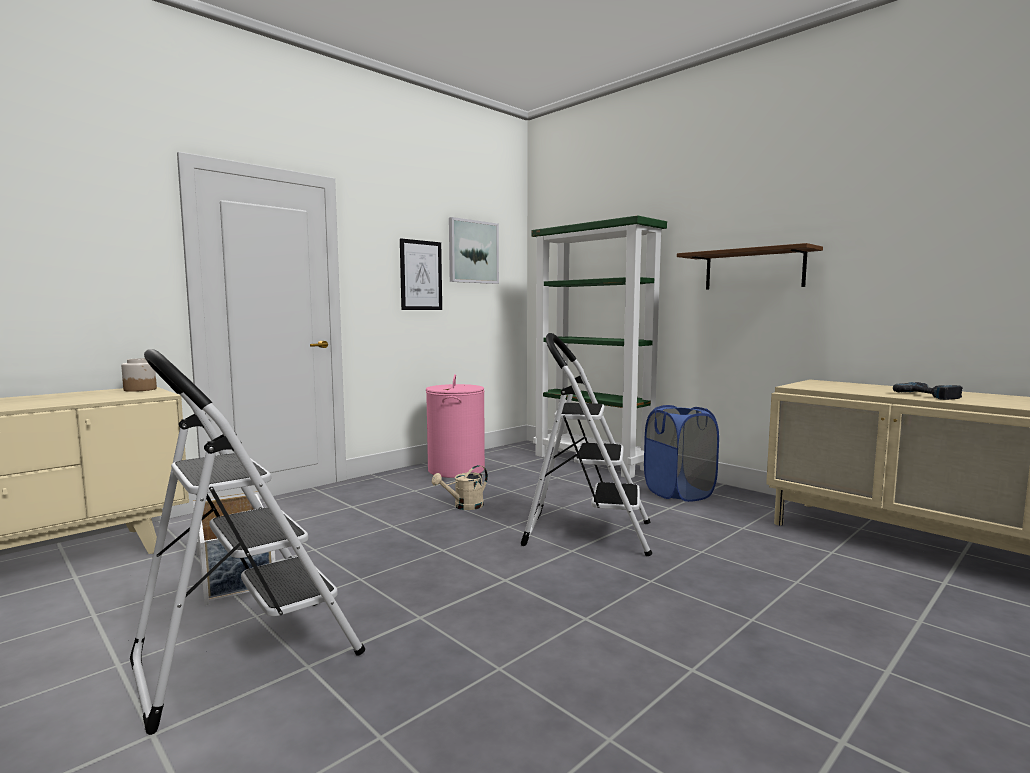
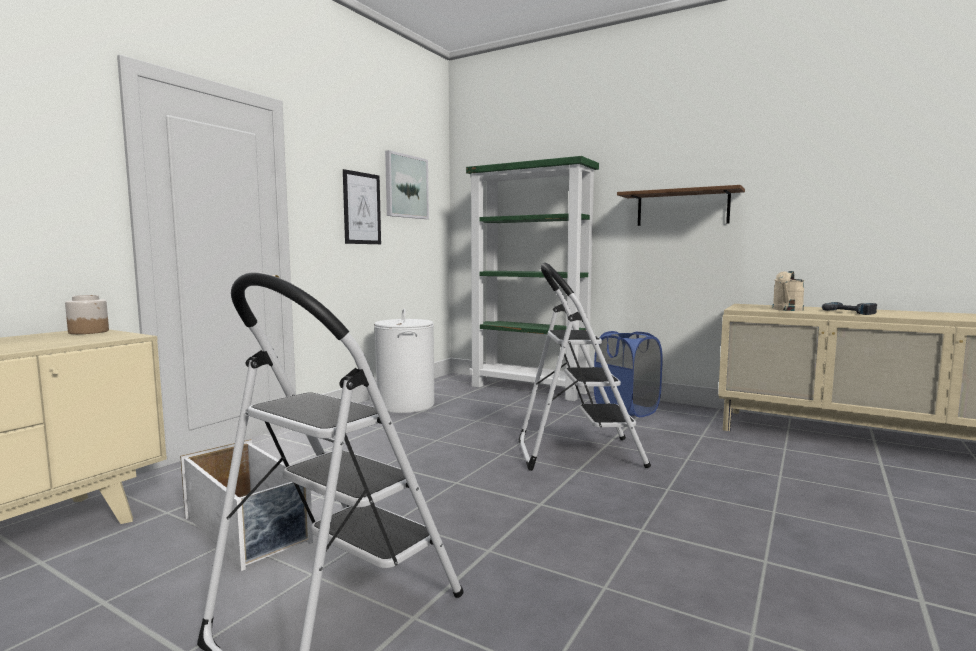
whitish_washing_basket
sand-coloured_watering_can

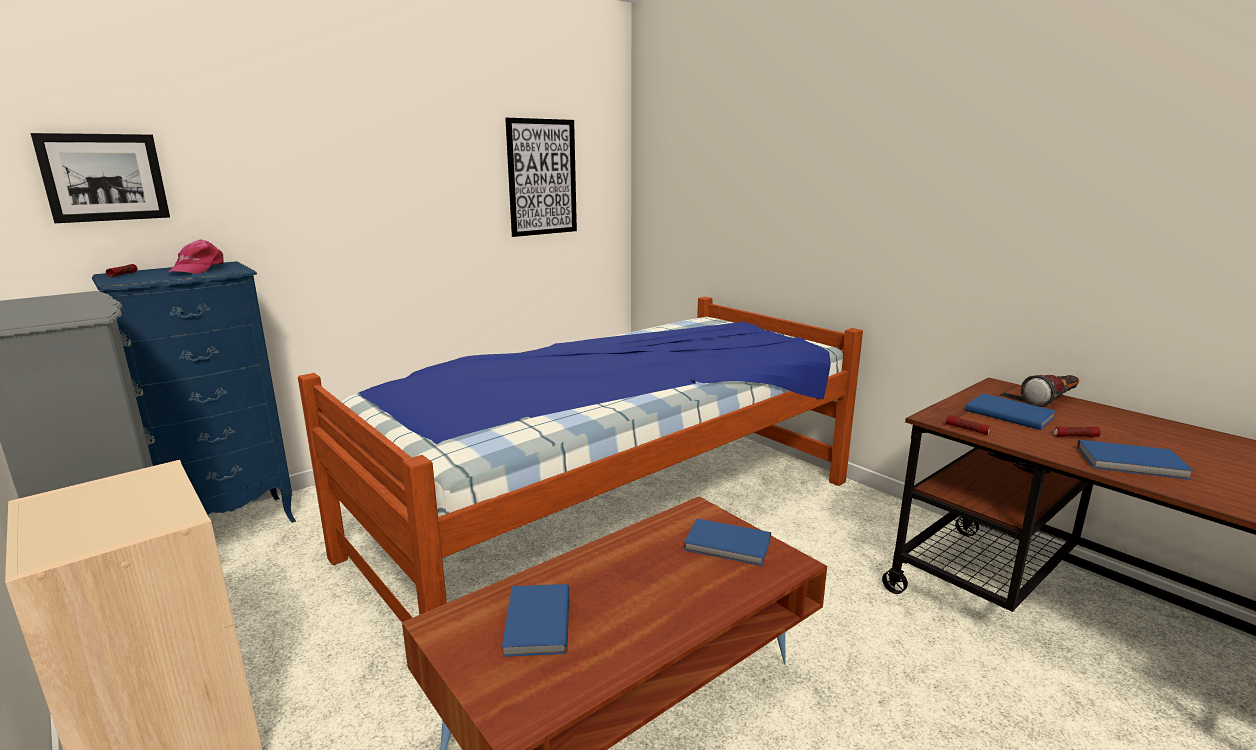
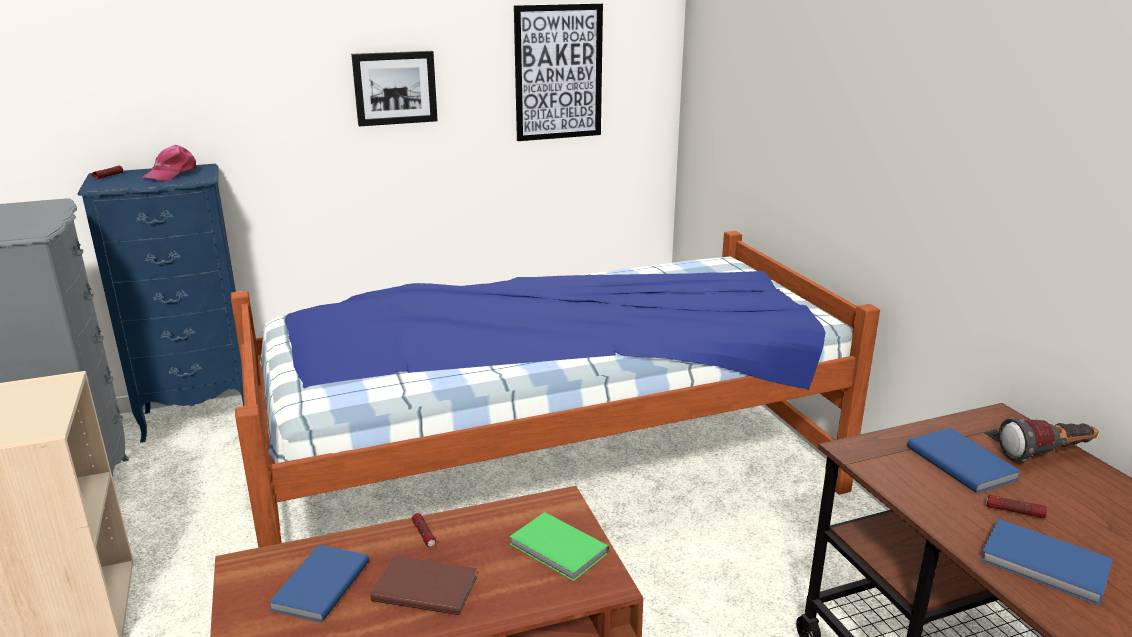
wall_art (no. 1 from left)
greenish_volume
torch (no. 2 from left)
brown-coloured_volume

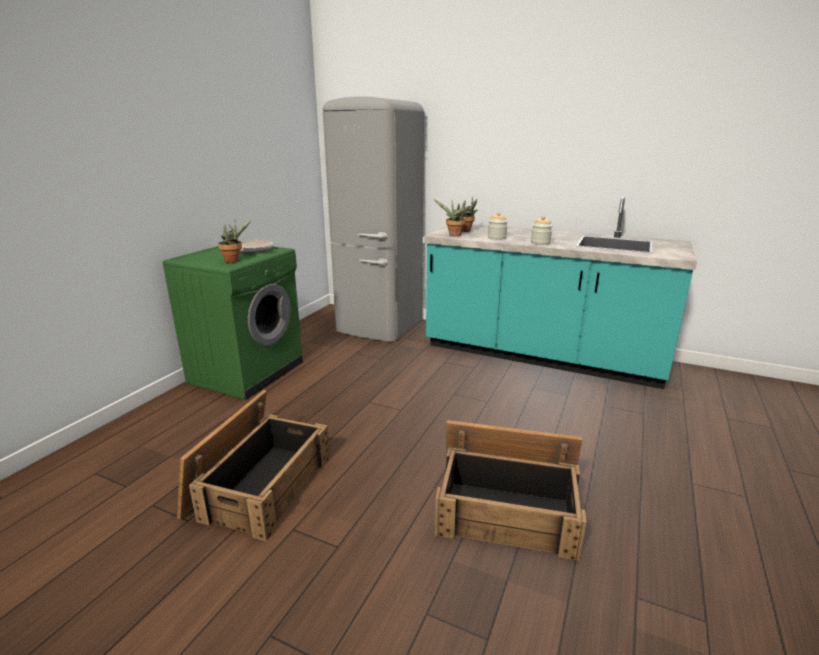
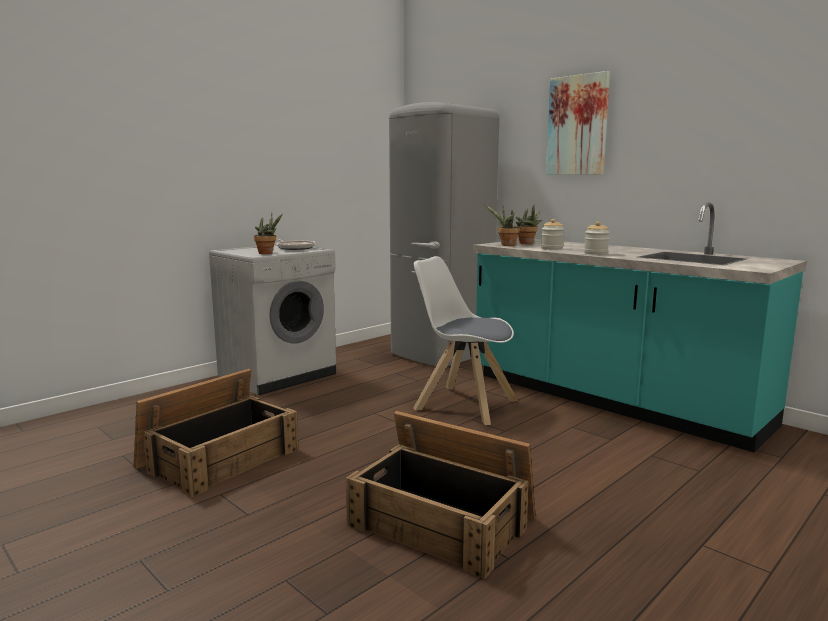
whitish_laundry_machine
chair
wall_art

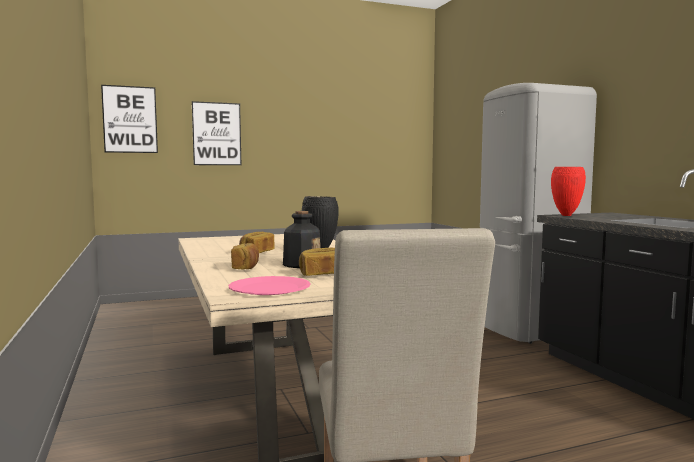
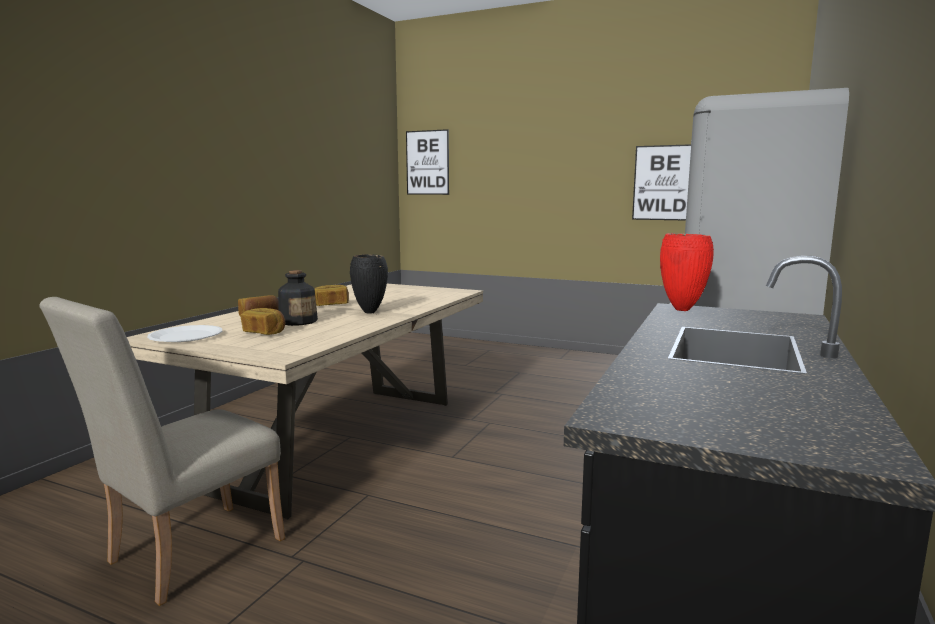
wall_art (no. 2 from left)
whitish_flat_dish

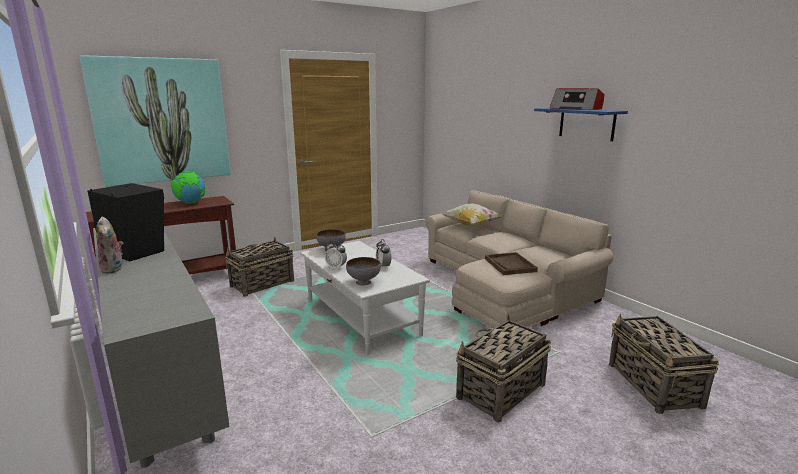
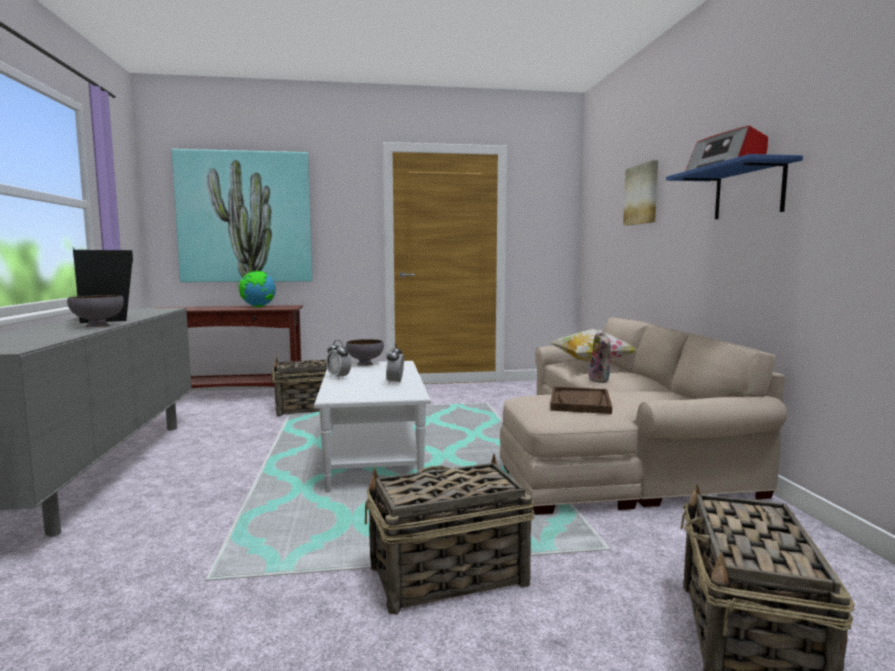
cuddly_toy
grey_serving_bowl (no. 1 from left)
wall_art (no. 2 from left)

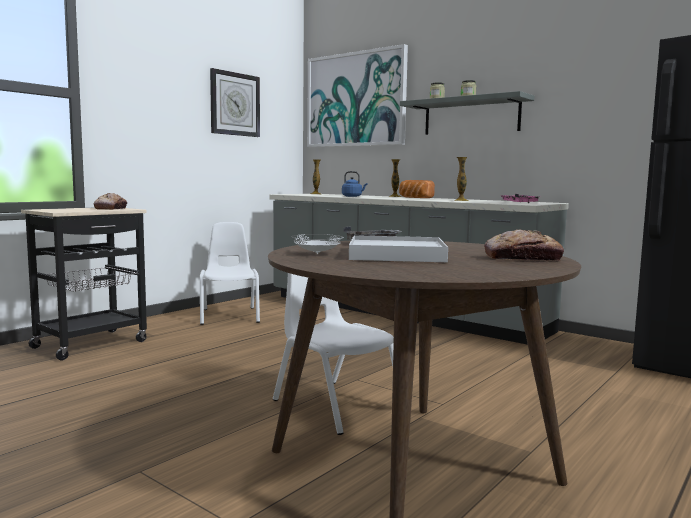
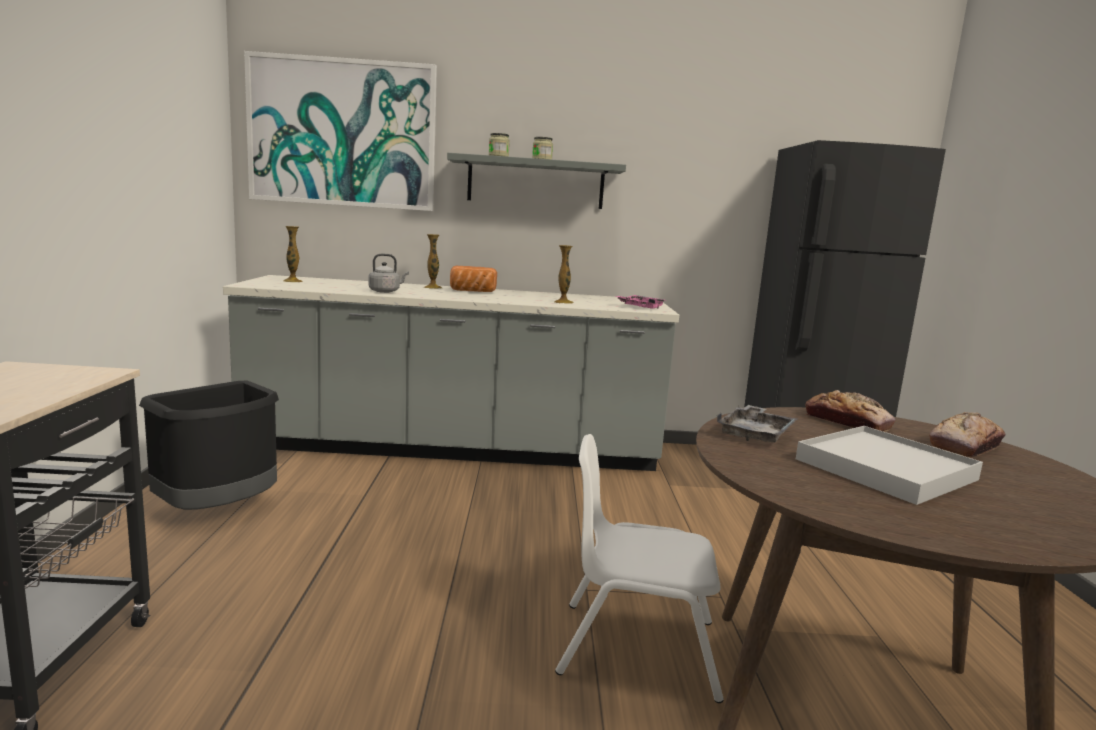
bakery_bread (no. 2 from left)
black_trash_can
hanging_clock
whitish_flat_dish
grey_kettle

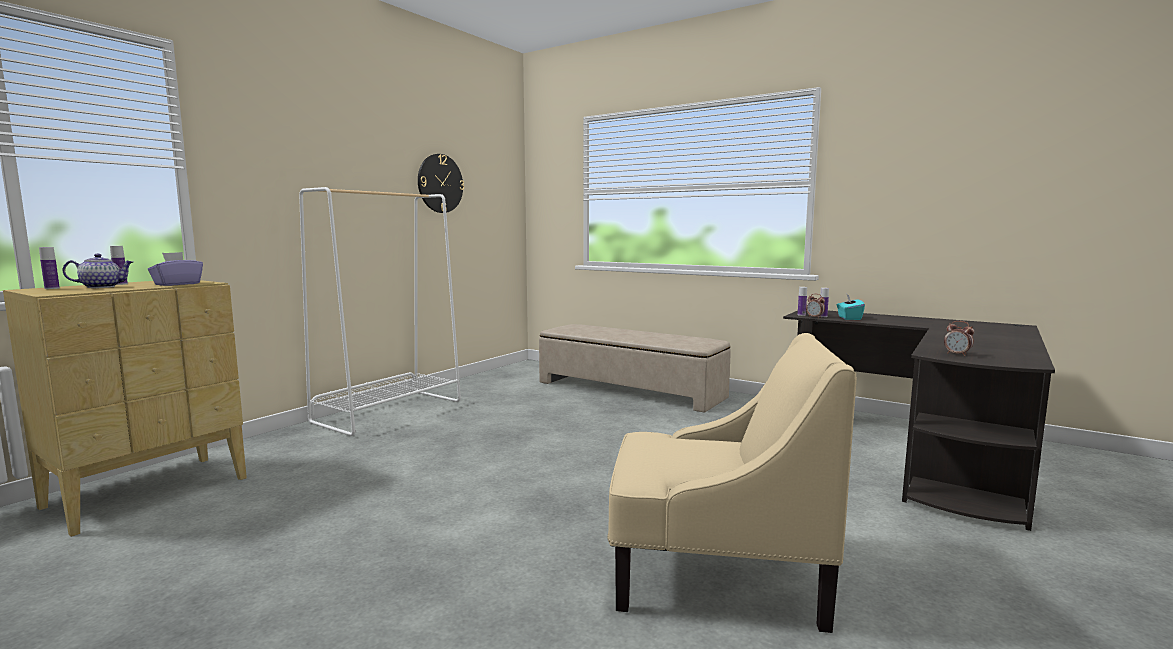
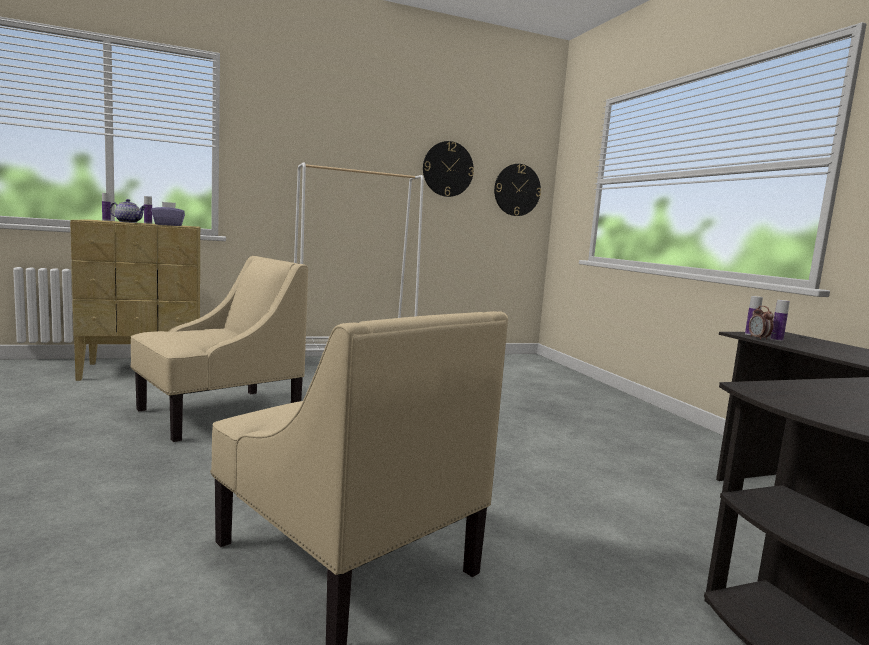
sand-coloured_bench
turquoise_box_of_tissues
alarm_clock (no. 2 from left in the first image)
sand-coloured_easy_chair (no. 1 from left)
hanging_clock (no. 2 from left)

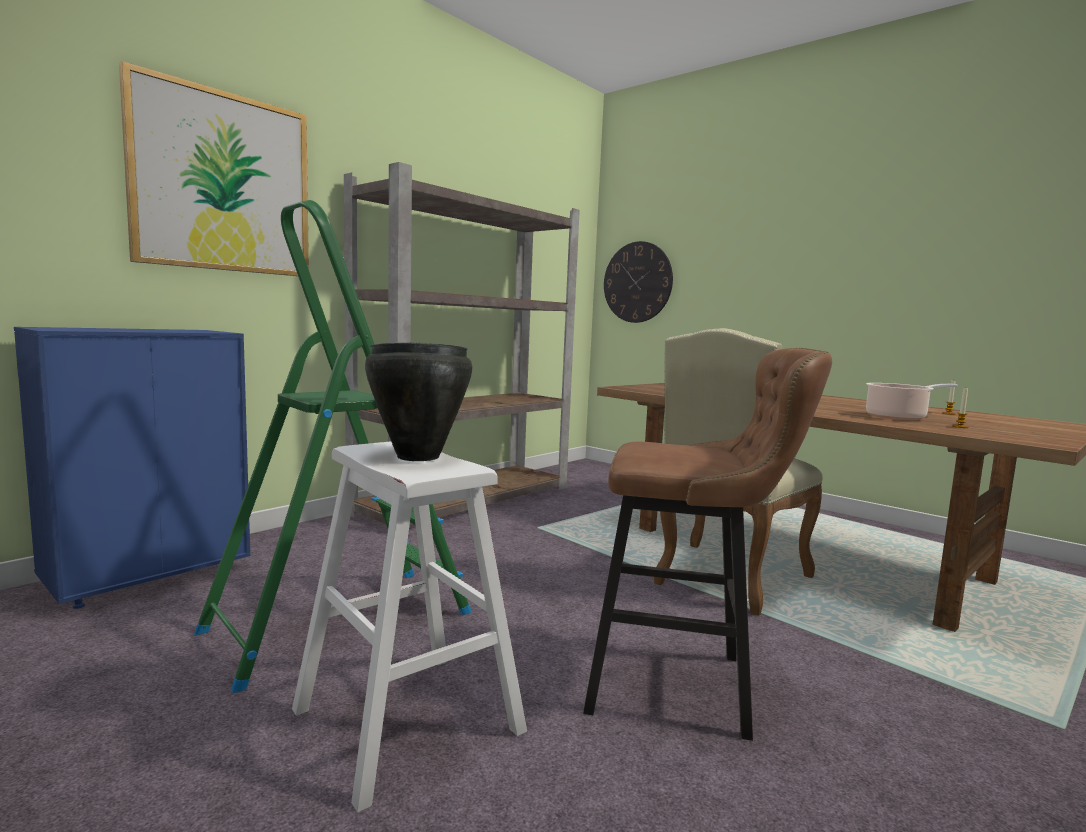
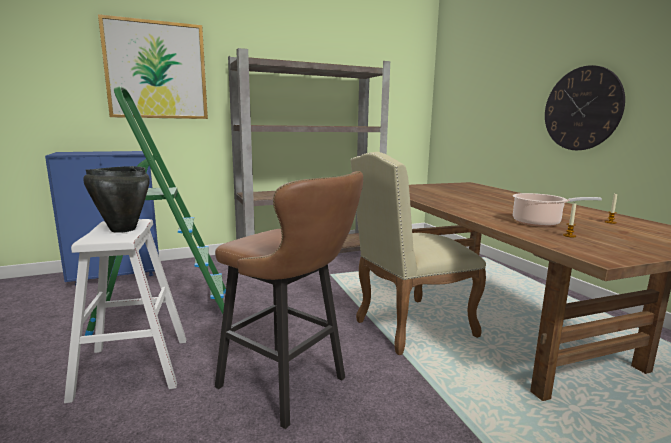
hanging_clock

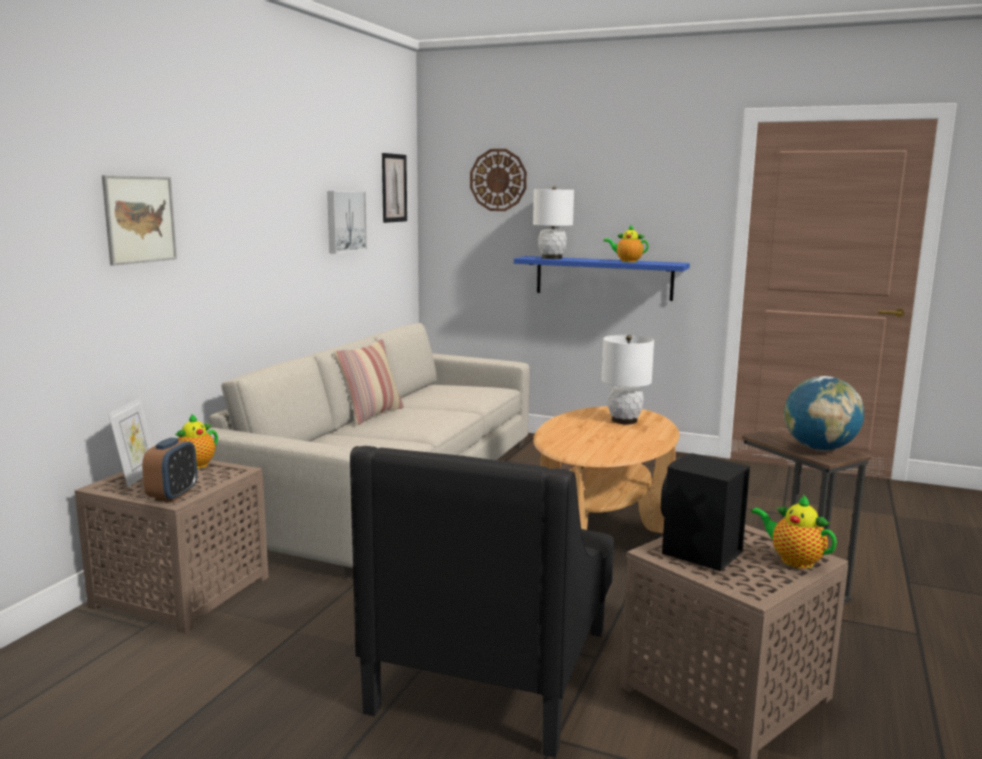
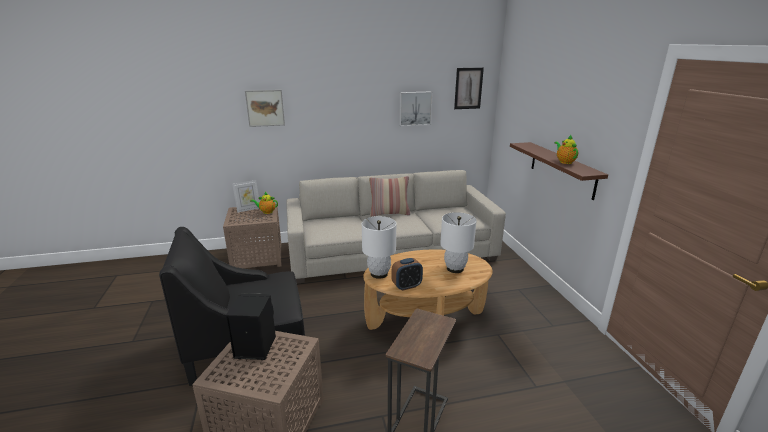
alarm_clock
hanging_clock
brown-coloured_wall_shelf
whitish_lamp_for_a_table (no. 1 from left)
teapot (no. 3 from left in the first image)
globe

